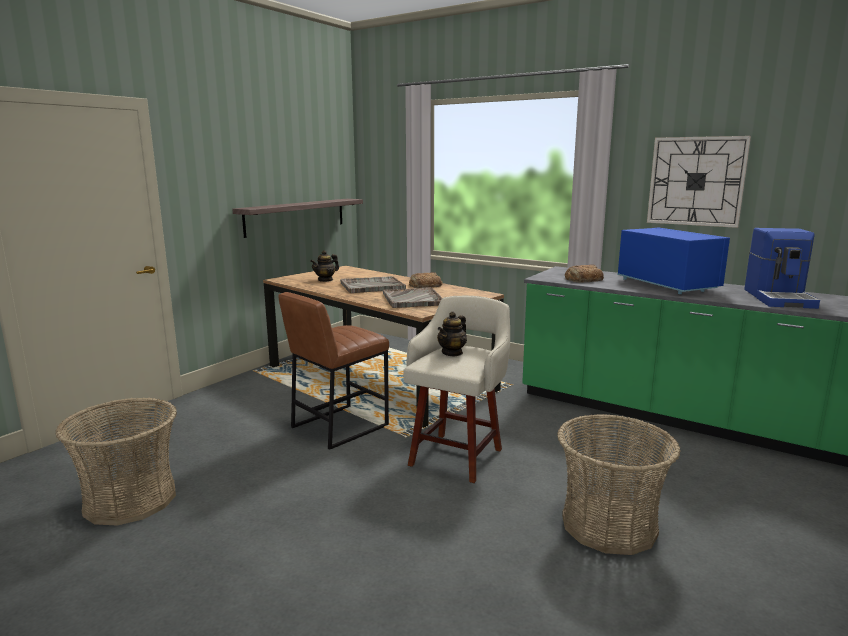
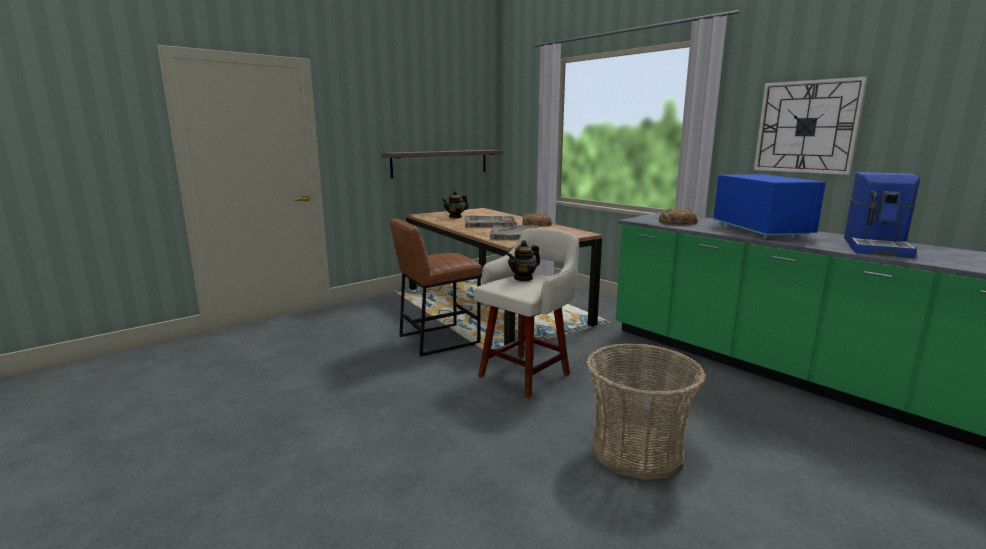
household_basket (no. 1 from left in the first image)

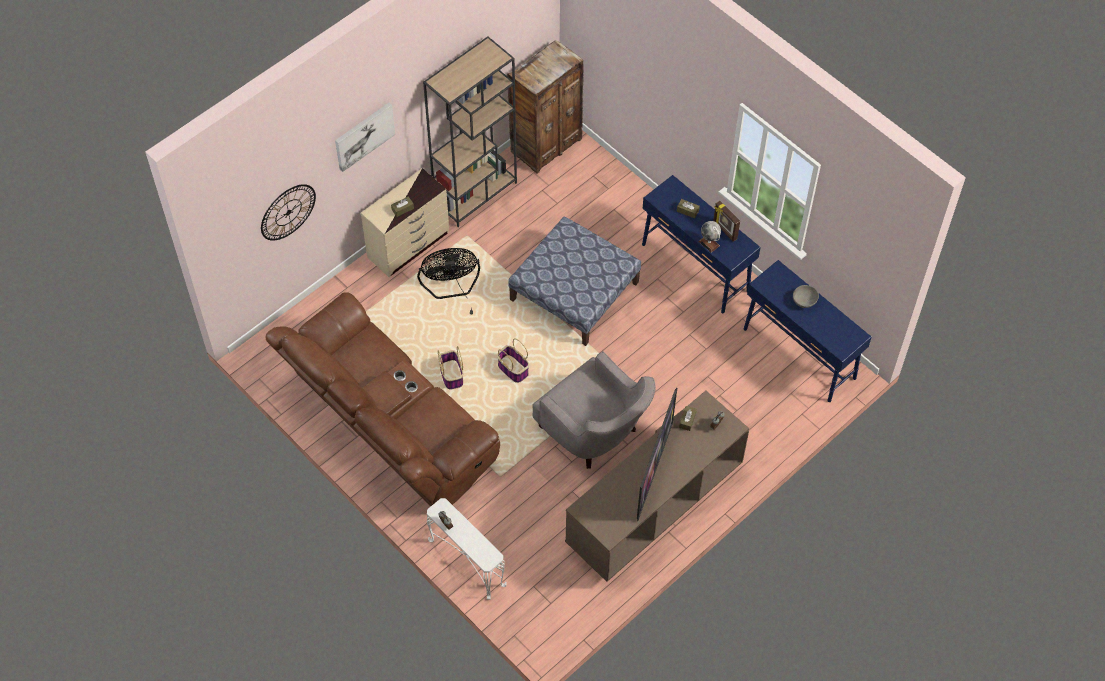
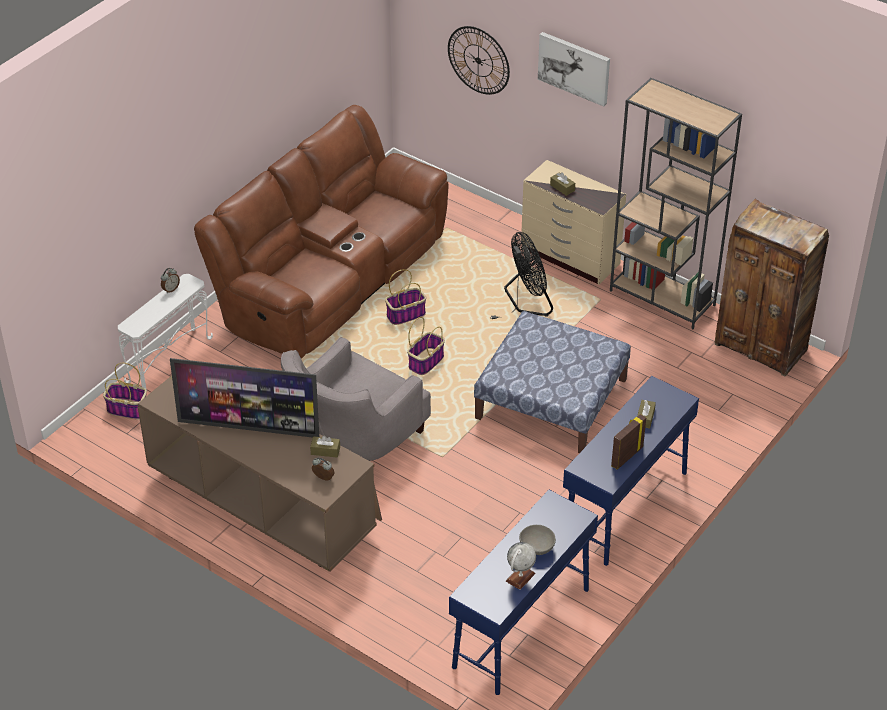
globe
household_basket (no. 1 from left)

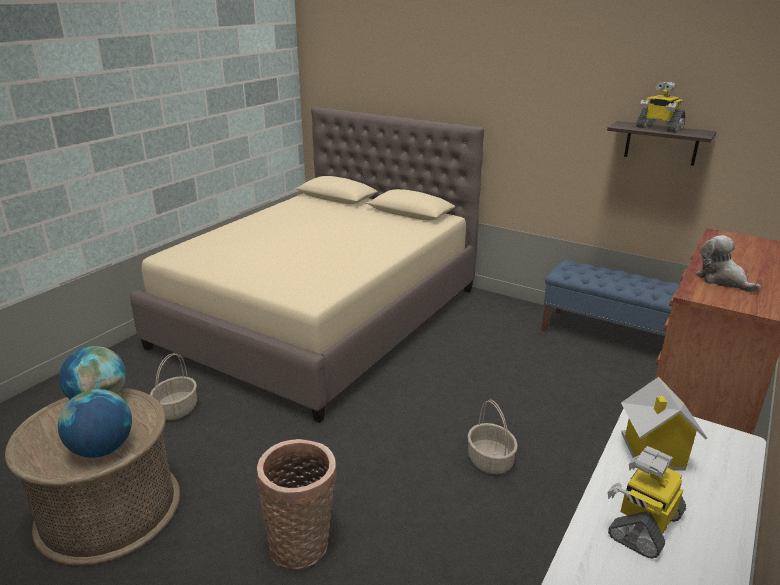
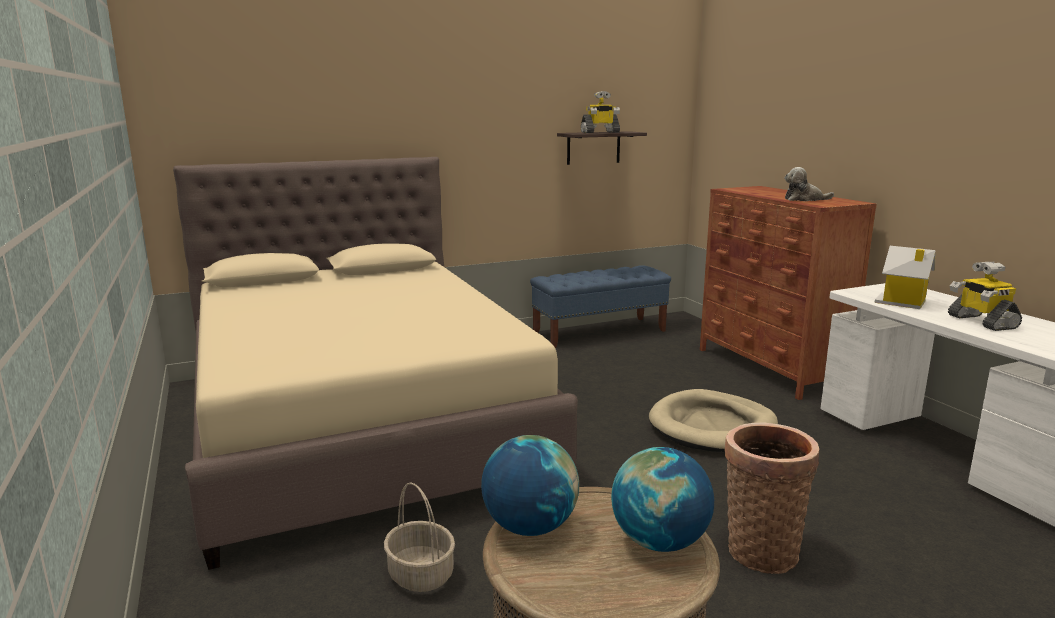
sand-coloured_dog_cushion

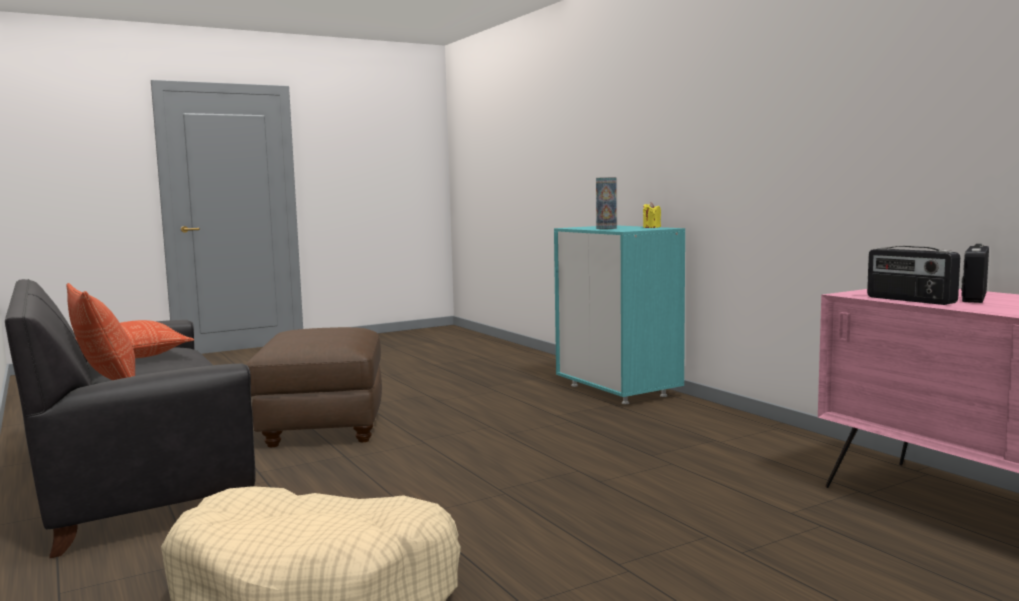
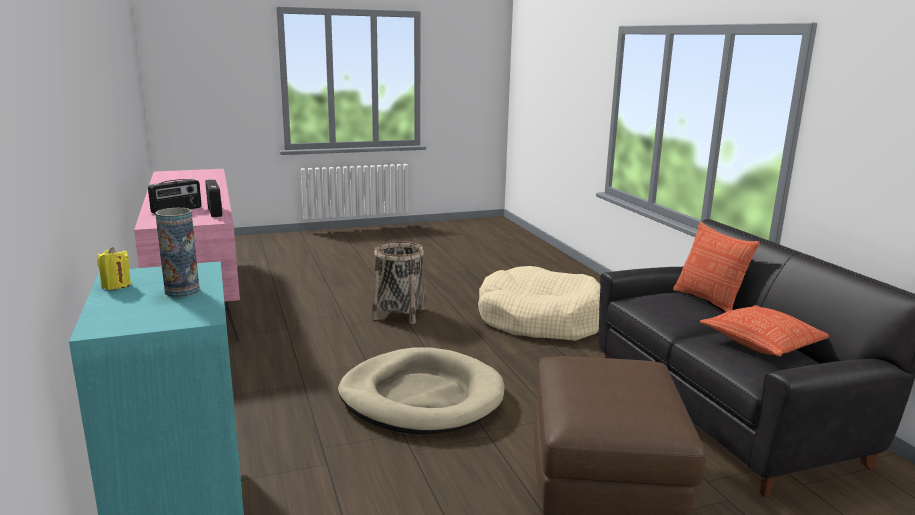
sand-coloured_dog_cushion (no. 1 from left)
household_basket

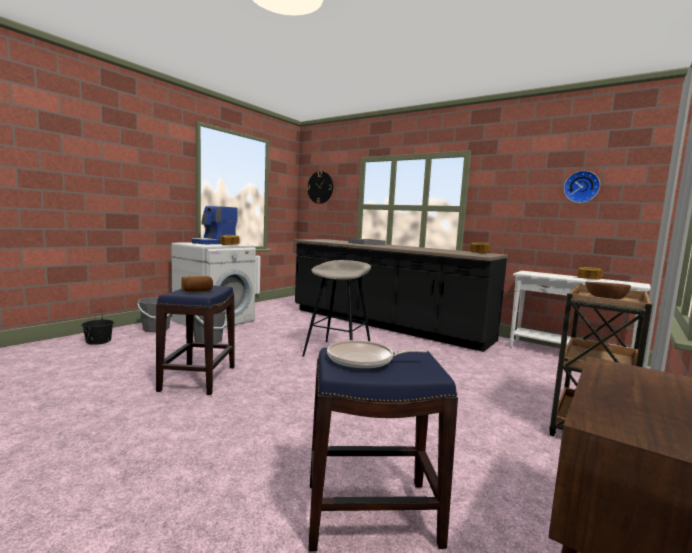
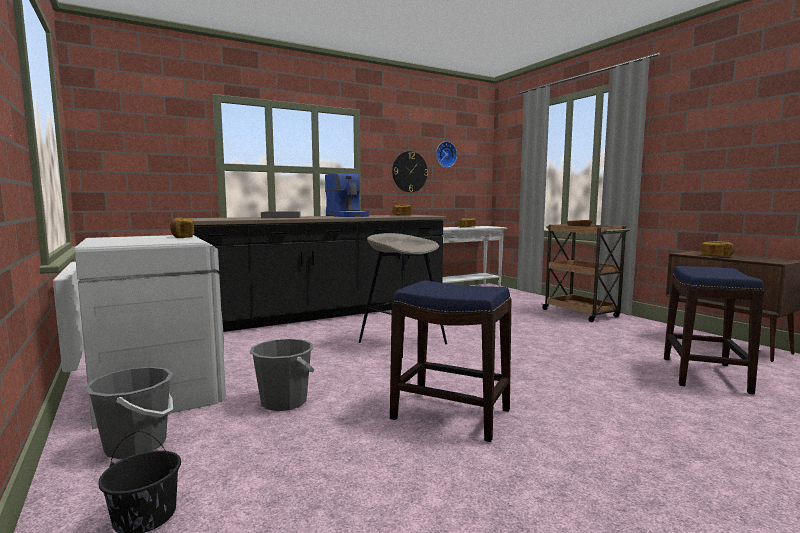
bakery_bread (no. 4 from left)
coffee_maker
hanging_clock (no. 1 from left)
pan

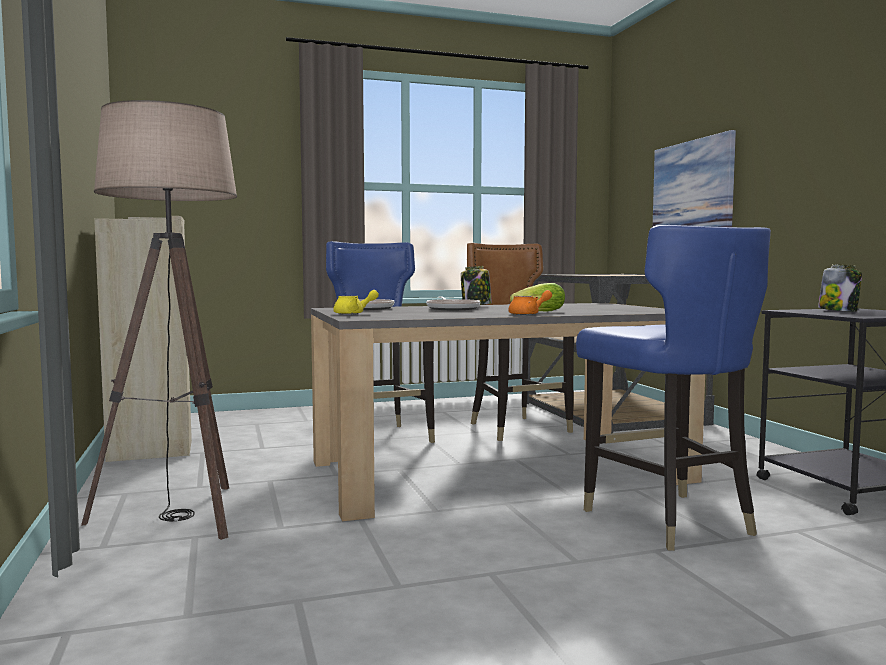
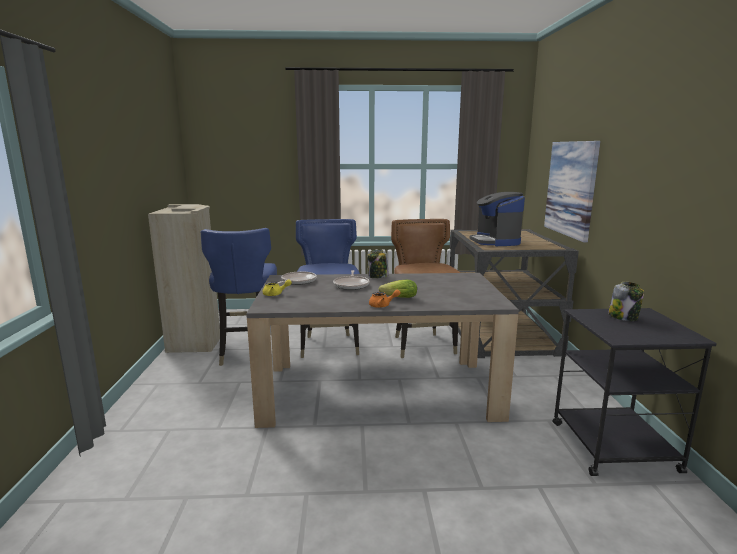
floor_lamp
blue-coloured_chair (no. 1 from left)
coffee_maker

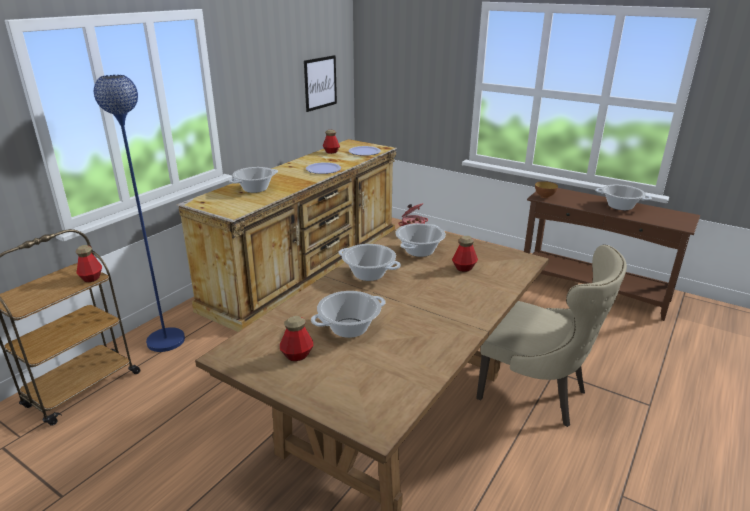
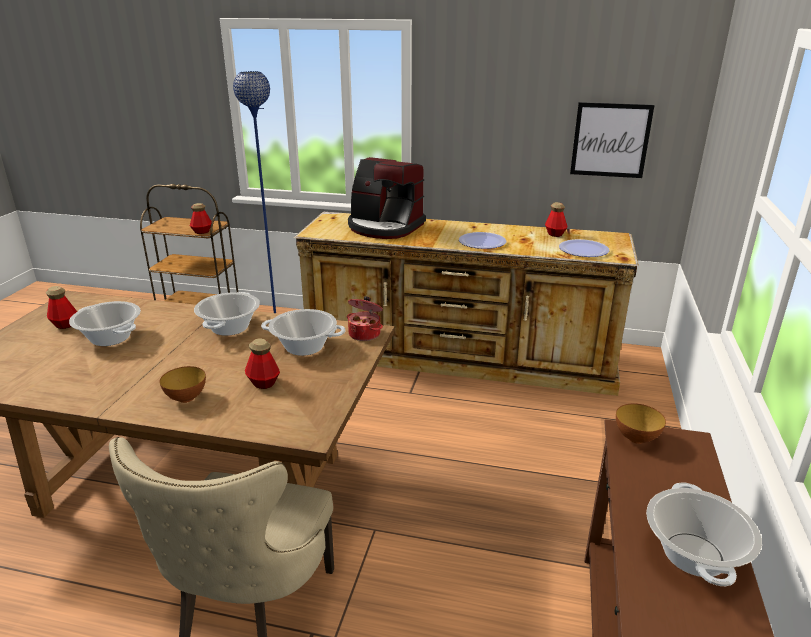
coffee_maker
serving_bowl (no. 1 from left)

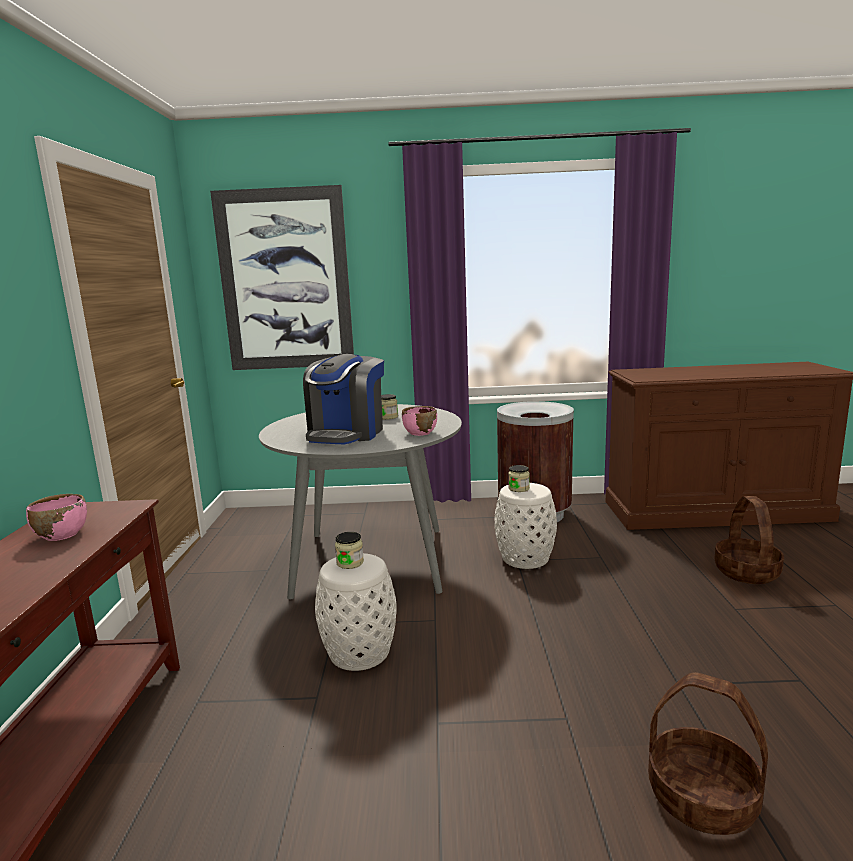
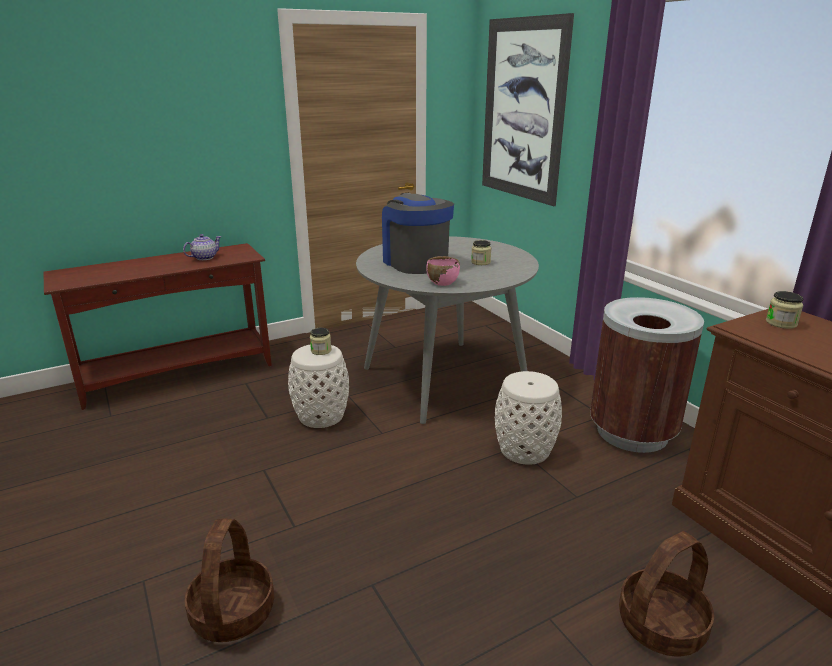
teapot
coffee_maker
preserve_jar (no. 3 from left)

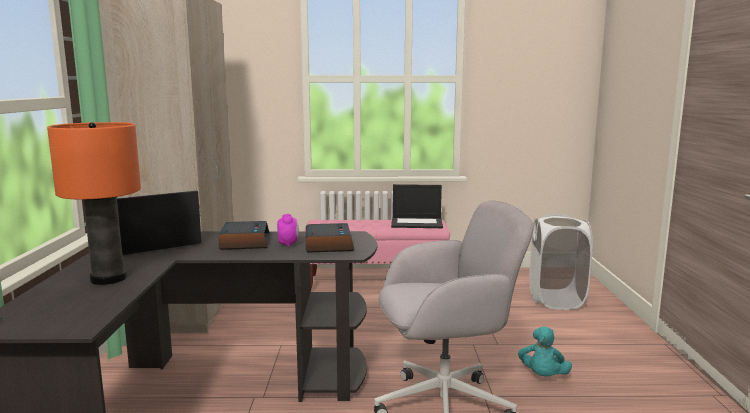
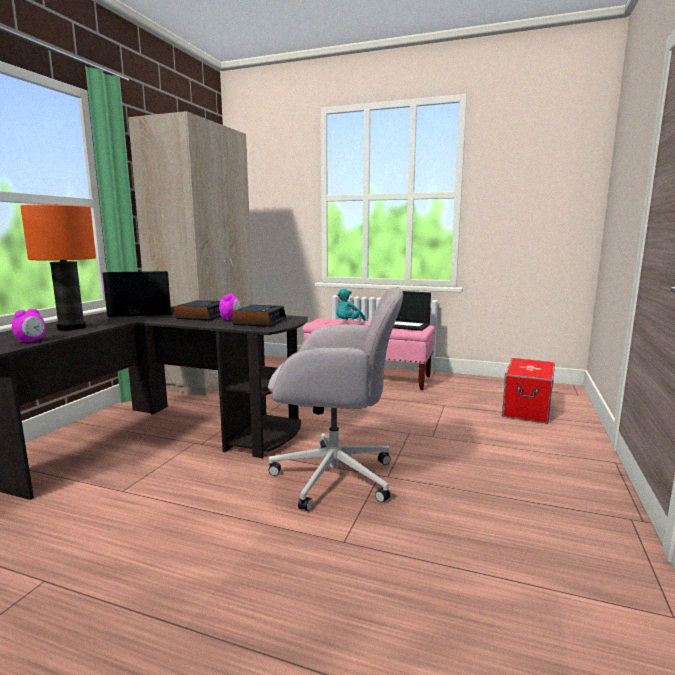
turquoise_cuddly_toy
storage_container
alarm_clock (no. 1 from left)

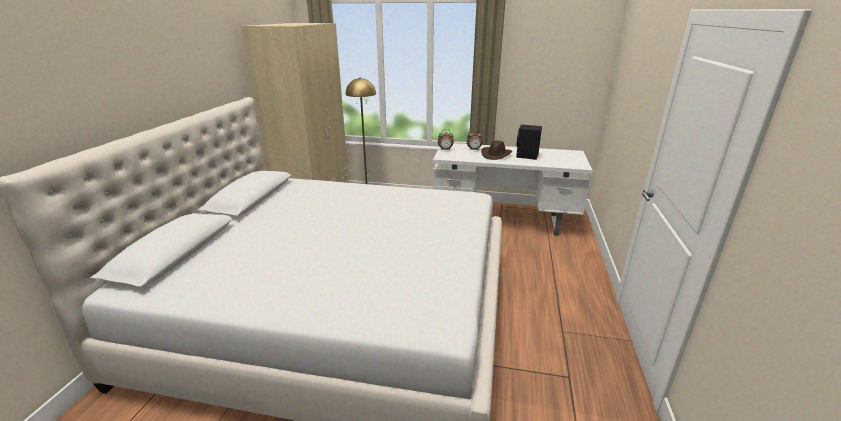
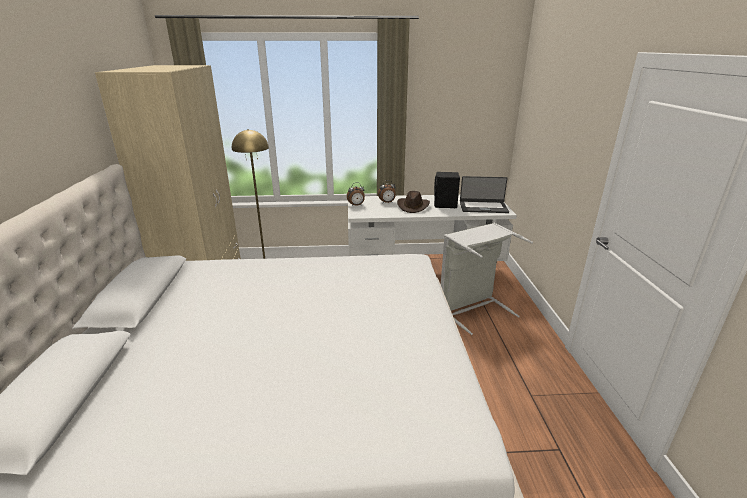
grey_washing_basket
laptop

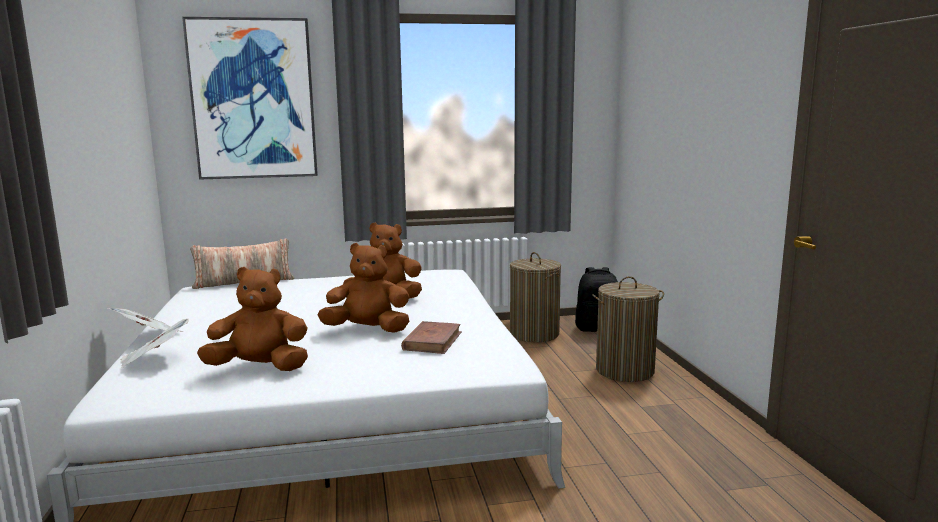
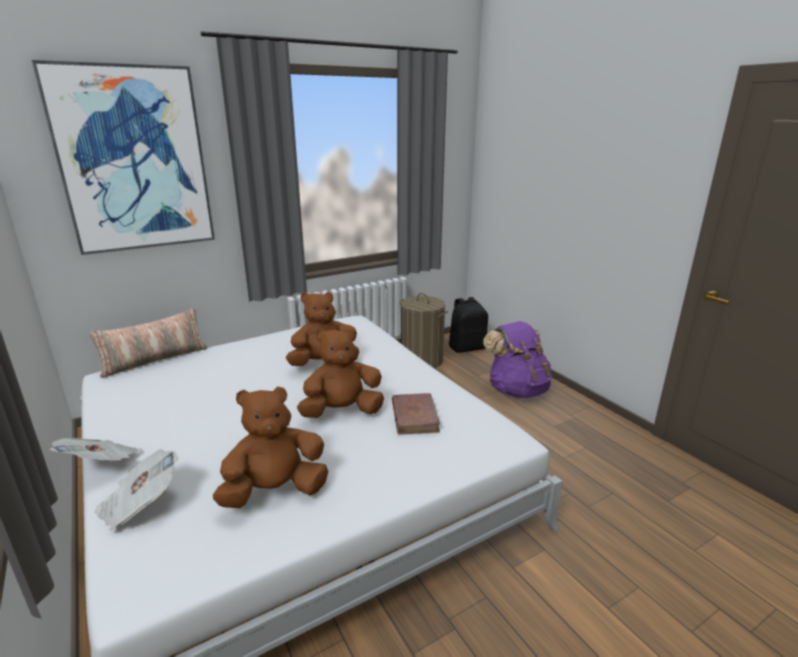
purplish_backpack

